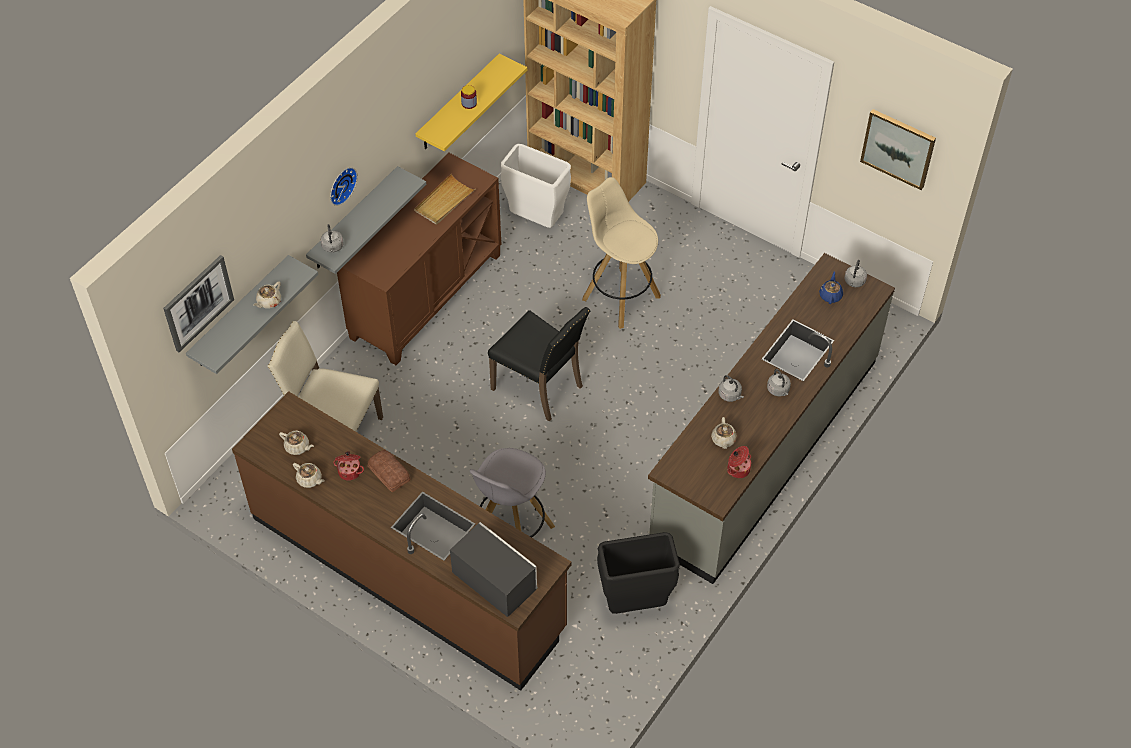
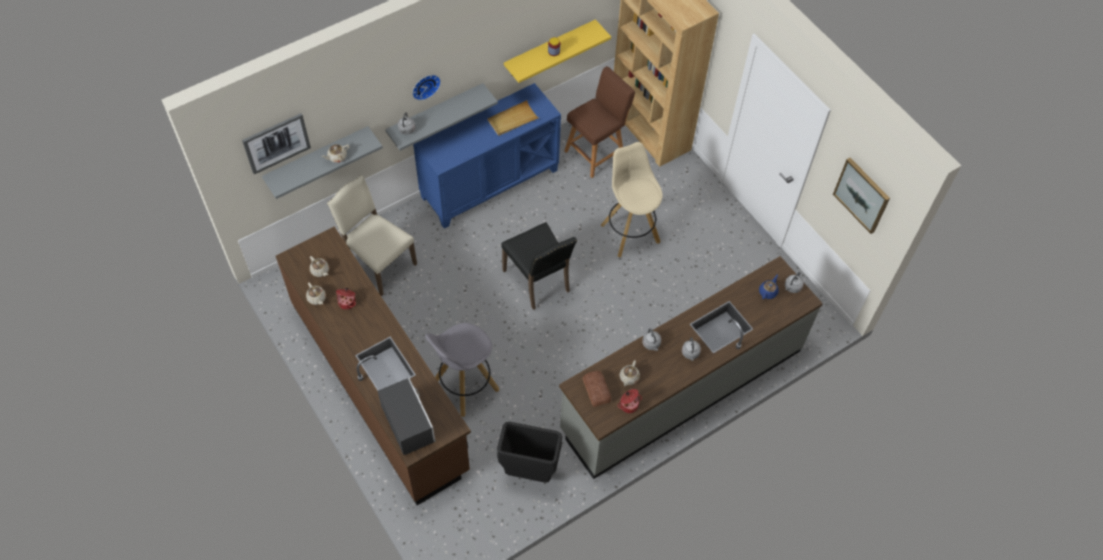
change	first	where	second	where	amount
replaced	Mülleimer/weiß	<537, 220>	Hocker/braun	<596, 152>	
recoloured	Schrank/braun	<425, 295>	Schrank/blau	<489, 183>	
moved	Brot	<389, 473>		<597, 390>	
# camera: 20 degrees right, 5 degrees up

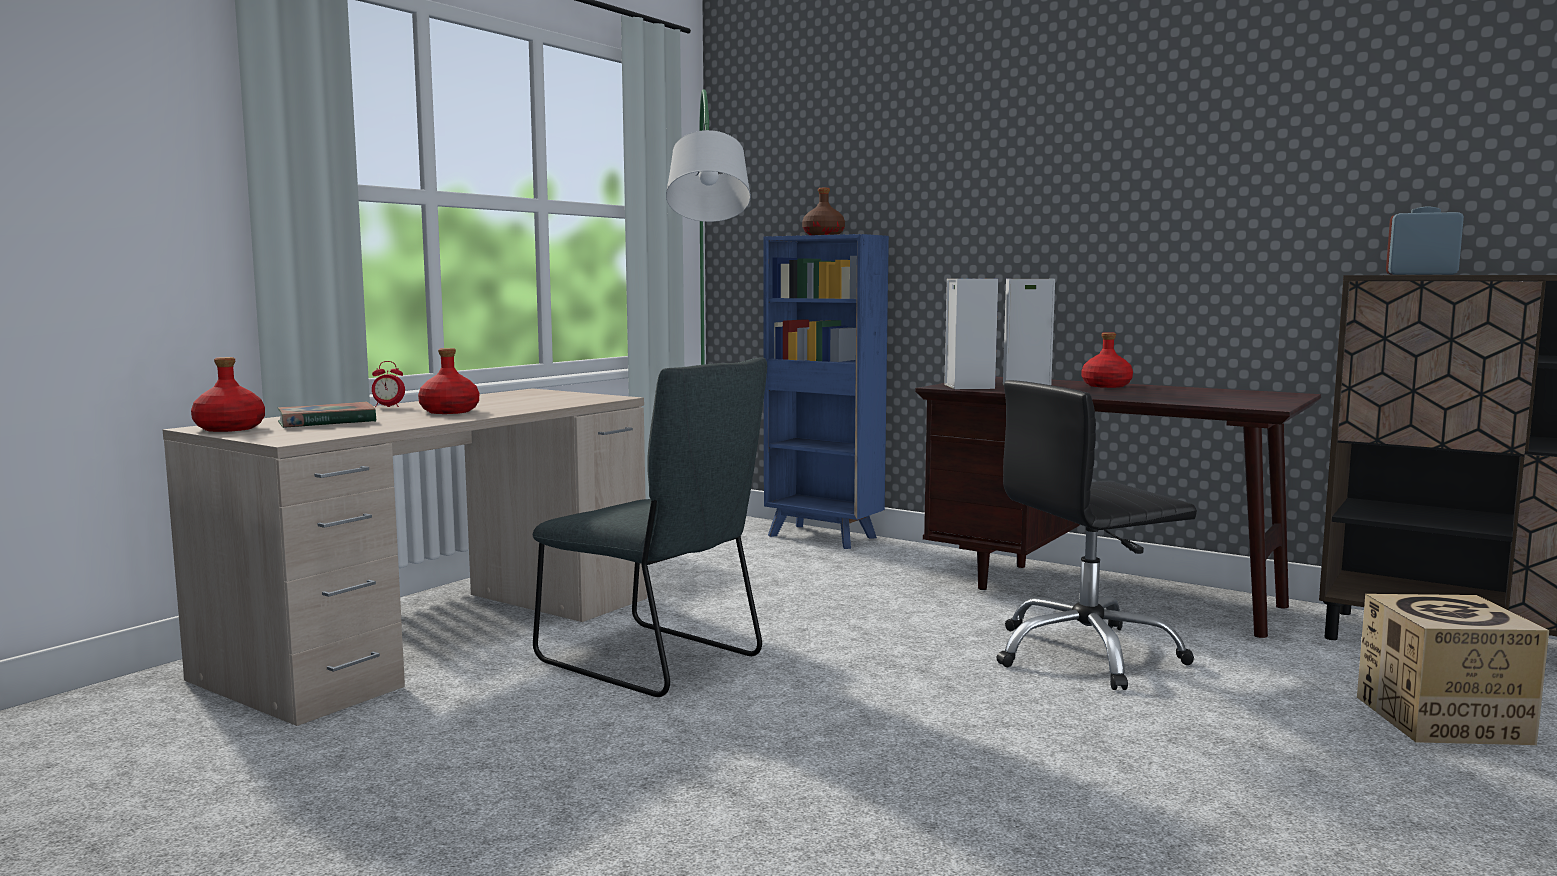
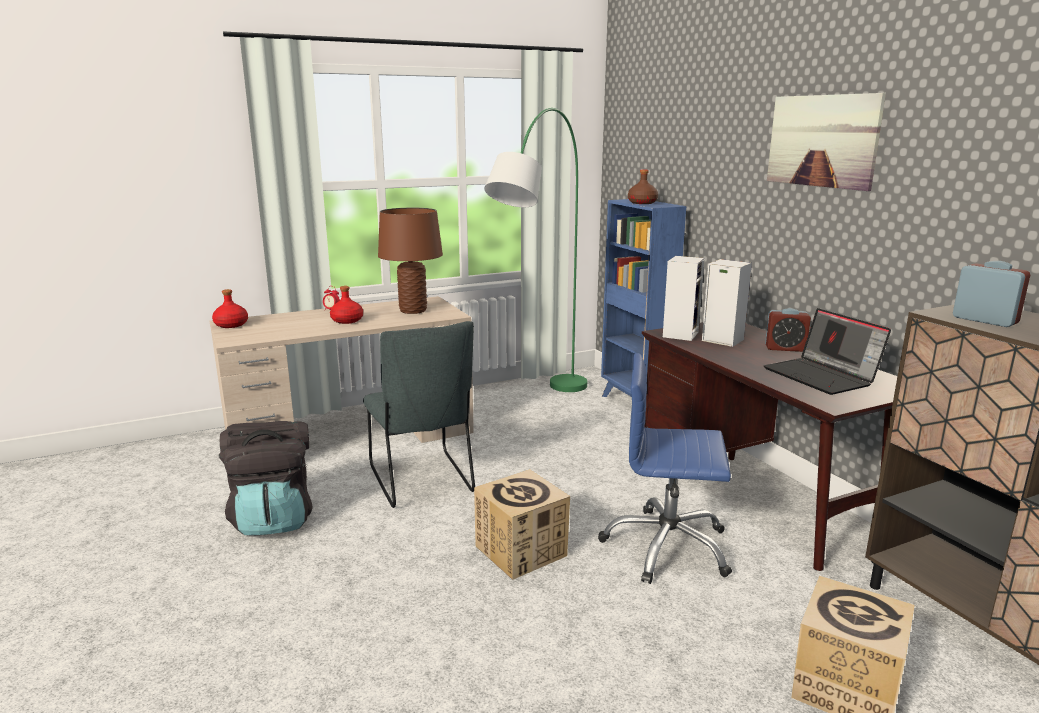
change	first	where	second	where	amount
replaced	Flasche/rot	<1106, 386>	Wecker	<785, 348>	
recoloured	Bürostuhl/schwarz	<1086, 654>	Bürostuhl/blau	<667, 547>	
removed	Buch	<327, 422>			
added			Bild	<822, 141>	
added			Tischlampe/braun	<413, 310>	
added			Laptop	<822, 376>	
added			Rucksack/schwarz	<274, 518>	
added			Karton	<521, 551>	
# camera: 30 degrees right, 10 degrees up

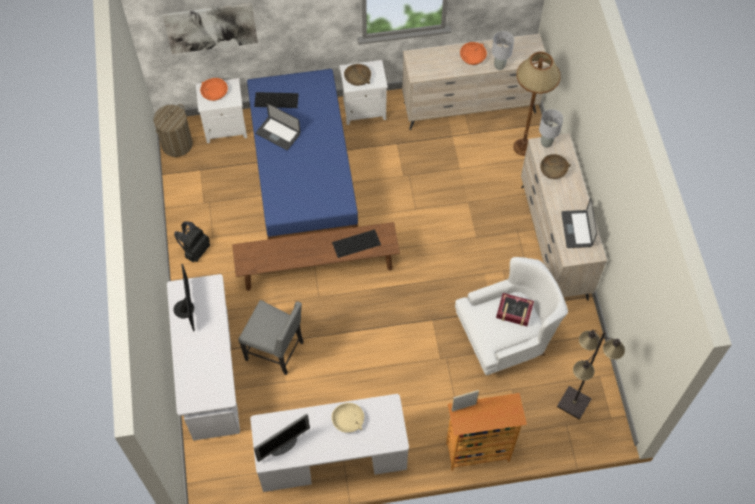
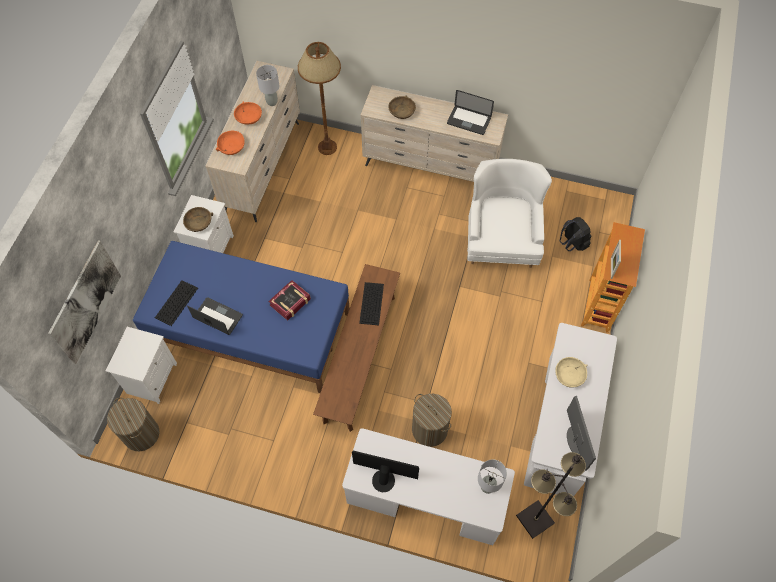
change	first	where	second	where	amount
moved	Schüssel/orange	<214, 92>		<231, 146>	
turned	Laptop	<278, 134>		<218, 317>	120 degrees counterclockwise
moved	Tischlampe/grau	<546, 143>		<487, 487>	
moved	Rucksack/schwarz	<195, 250>		<572, 244>	
moved	Buch	<514, 311>		<290, 302>	
replaced	Stuhl/grau	<276, 350>	Wäschekorb	<430, 429>	
moved	Stehlampe/schwarz	<574, 403>		<535, 519>	
# camera: 65 degrees left, 0 degrees up

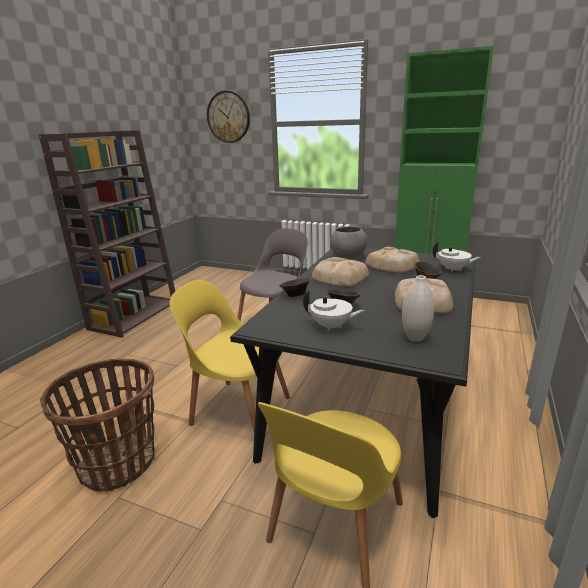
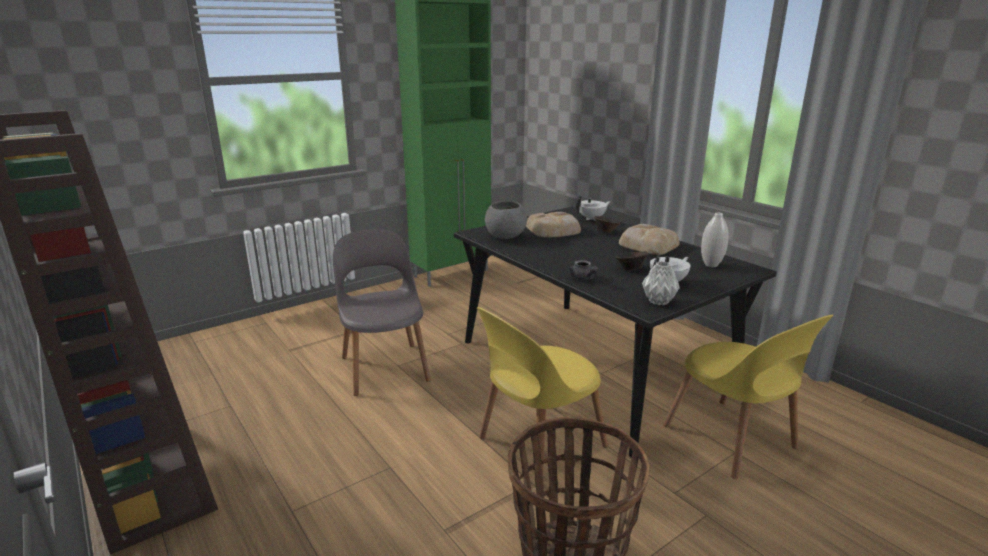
change	first	where	second	where	amount
removed	Wanduhr	<228, 117>			
removed	Brot	<339, 277>			
replaced	Schüssel/braun	<295, 296>	Teekanne/grau	<583, 278>	
added			Vase/grau	<658, 301>	
# camera: 60 degrees left, 0 degrees up

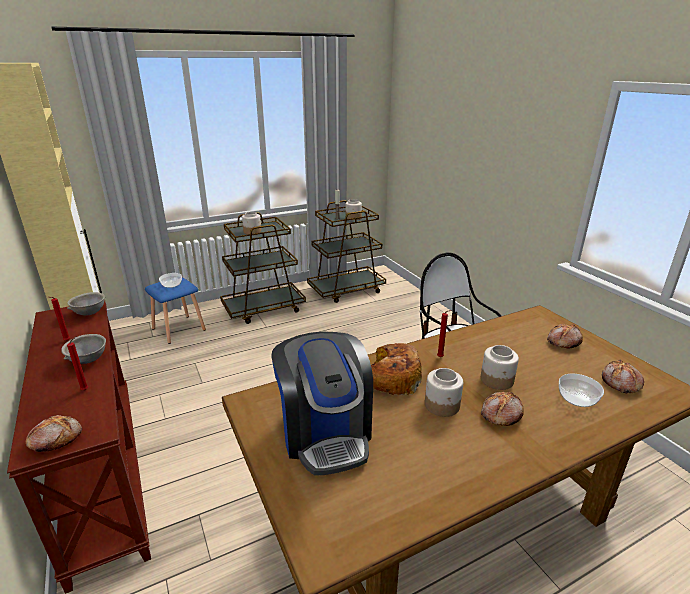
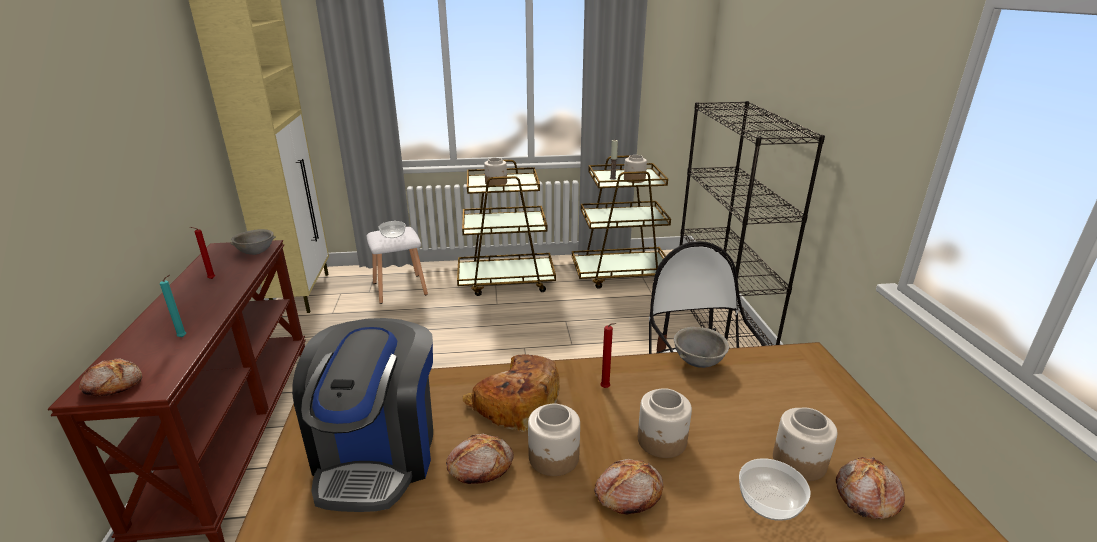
change	first	where	second	where	amount
recoloured	Hocker/blau	<179, 329>	Hocker/weiß	<400, 289>	
moved	Brot	<563, 341>		<479, 466>	
moved	Schüssel/grau	<89, 360>		<698, 363>	
recoloured	Kerze/rot	<86, 390>	Kerze/türkis	<184, 337>	
added			Bücherregal/schwarz	<720, 324>	
added			Vorratsglas	<798, 461>	
# camera: 20 degrees right, 0 degrees up

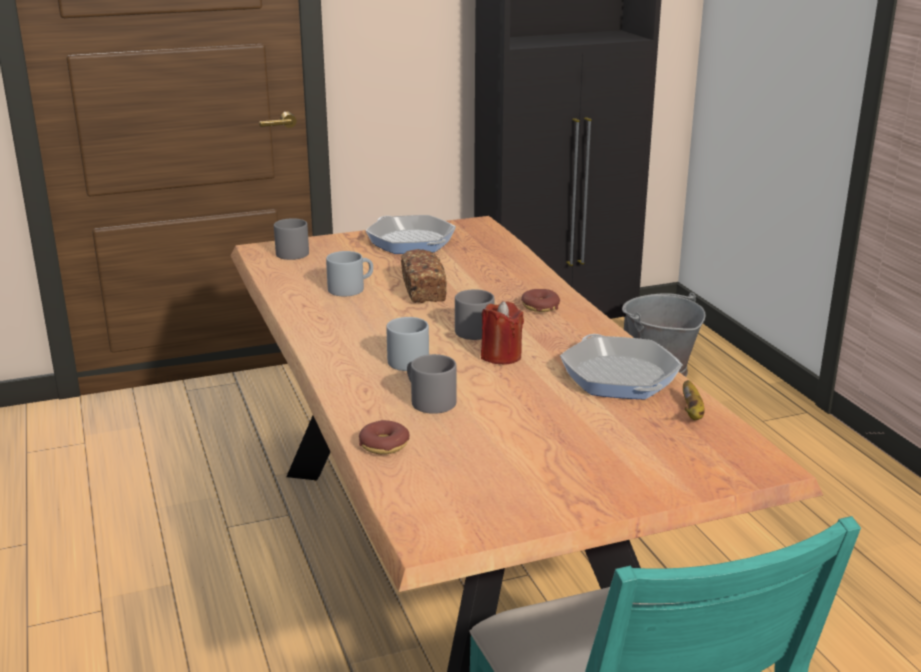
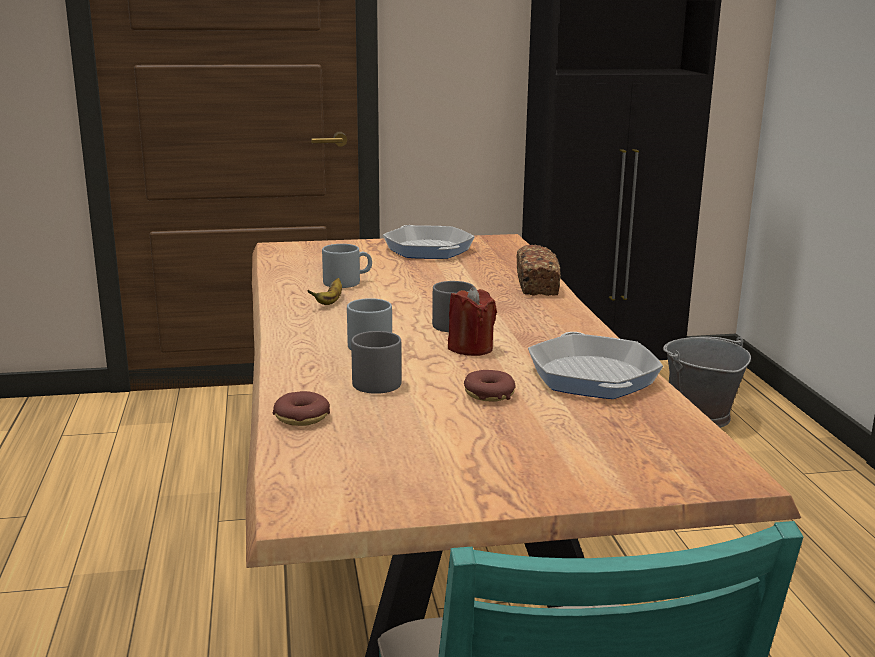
change	first	where	second	where	amount
removed	Henkelbecher/grau	<289, 252>			
moved	Brot	<424, 291>		<537, 286>	
moved	Donut	<540, 307>		<489, 394>	
moved	Banane	<692, 412>		<330, 302>	
# camera: 10 degrees right, 5 degrees down

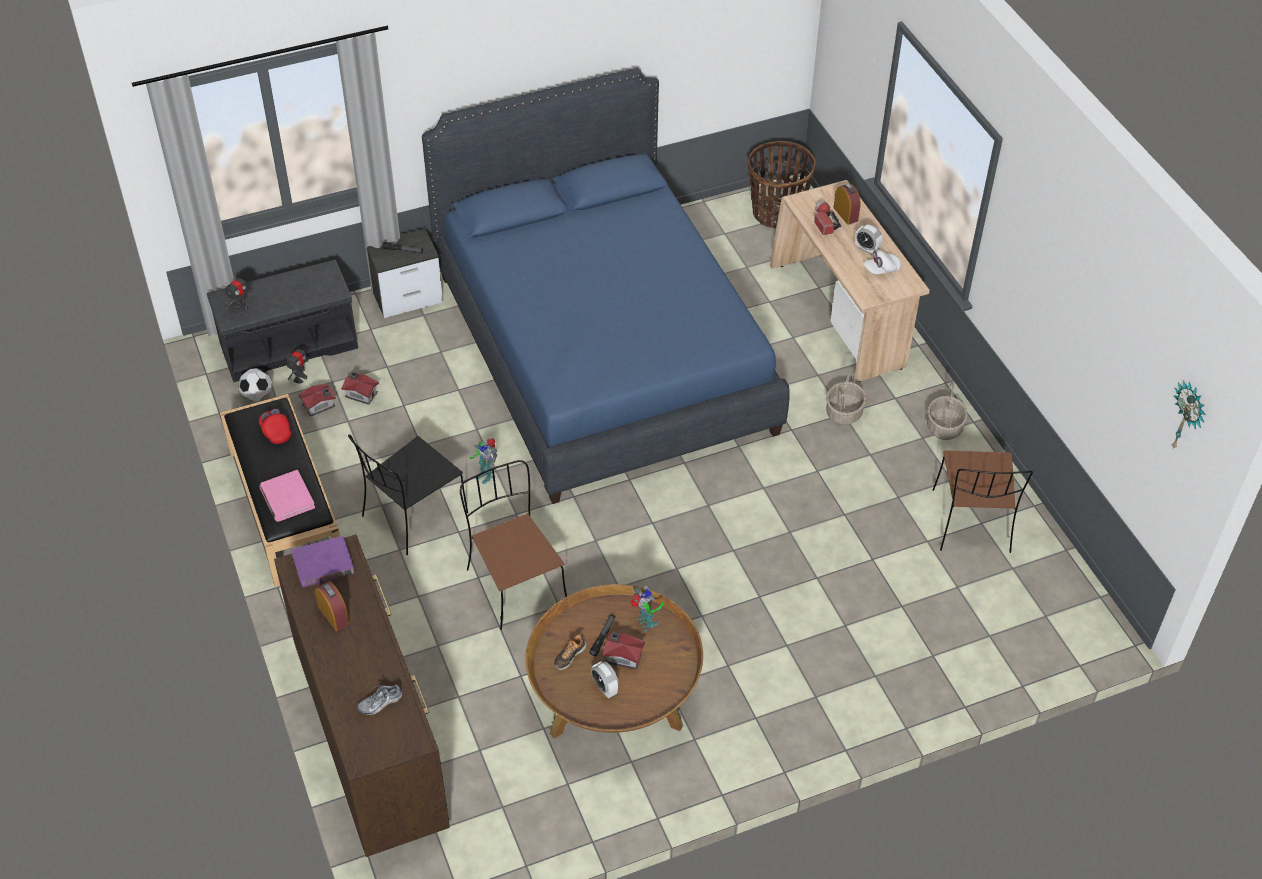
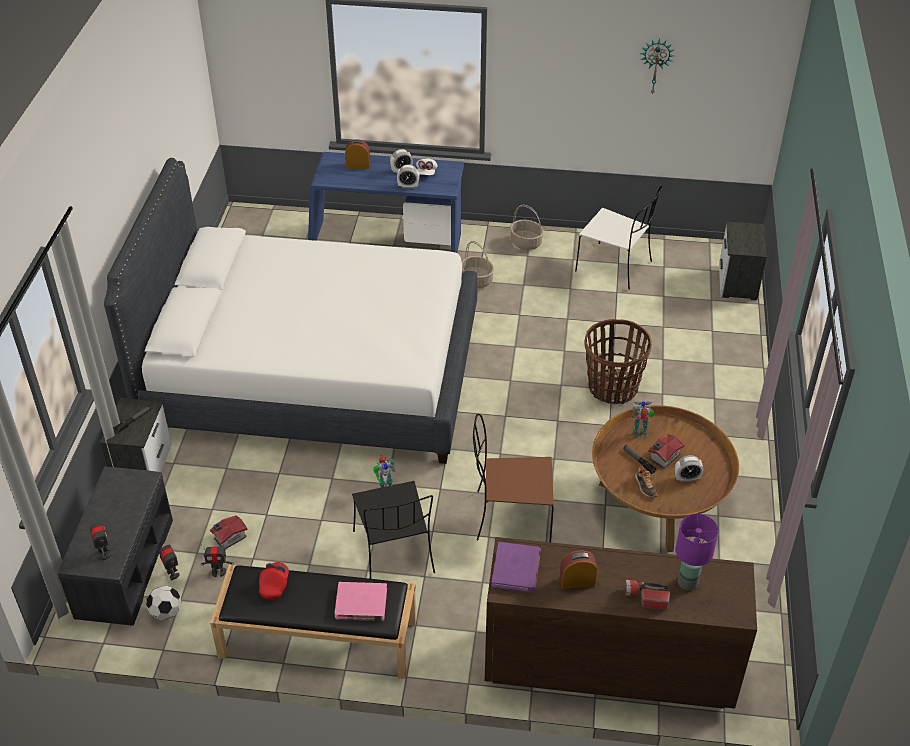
change	first	where	second	where	amount
recoloured	Bett/blau	<603, 352>	Bett/weiß	<313, 373>	
moved	Korb	<776, 213>		<612, 388>	
recoloured	Schreibtisch/beige	<840, 316>	Schreibtisch/blau	<386, 244>	
moved	Taschenlampe	<824, 222>		<646, 598>	
moved	Wanduhr	<1187, 417>		<655, 65>	
replaced	Spielzeughaus	<320, 406>	Spielzeugroboter	<218, 572>	
turned	Kappe/rot	<275, 431>		<274, 585>	105 degrees clockwise
recoloured	Stuhl/braun	<971, 523>	Stuhl/weiß	<615, 267>	
replaced	Schuh	<380, 703>	Tischlampe/lila	<688, 582>	
added			Wecker	<408, 186>	
added			Nachttisch	<737, 282>	
# camera: 60 degrees left, 5 degrees down

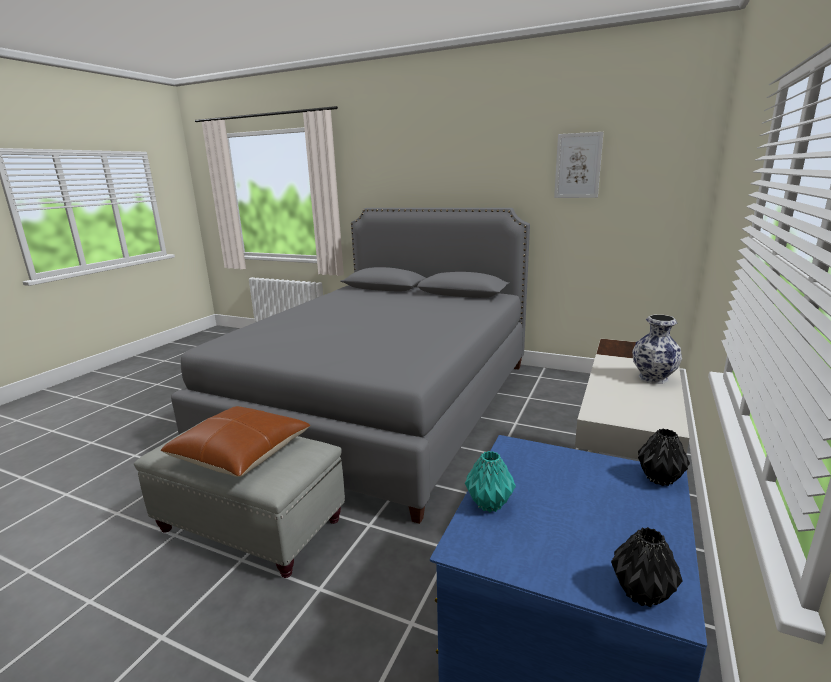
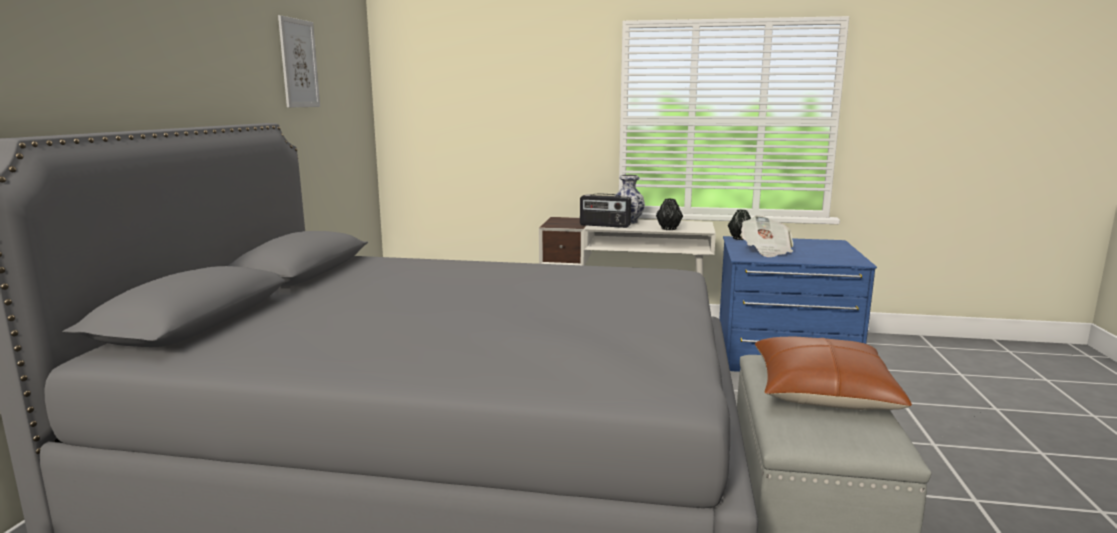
change	first	where	second	where	amount
removed	Vase/türkis	<490, 504>			
moved	Vase/schwarz	<640, 593>		<668, 229>	
added			Radio	<604, 225>	
added			Zeitung	<766, 251>	
# camera: 105 degrees left, 5 degrees down

